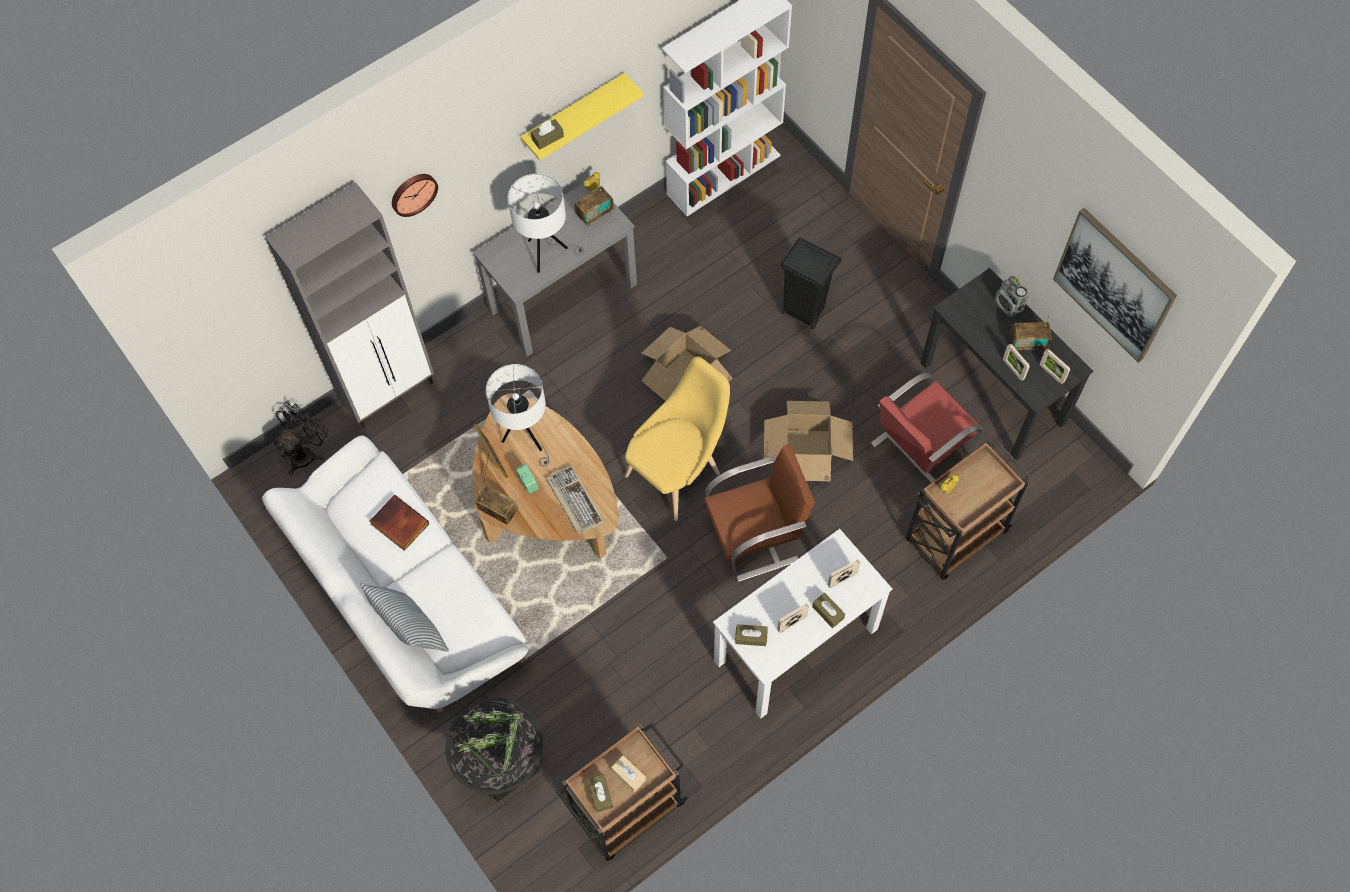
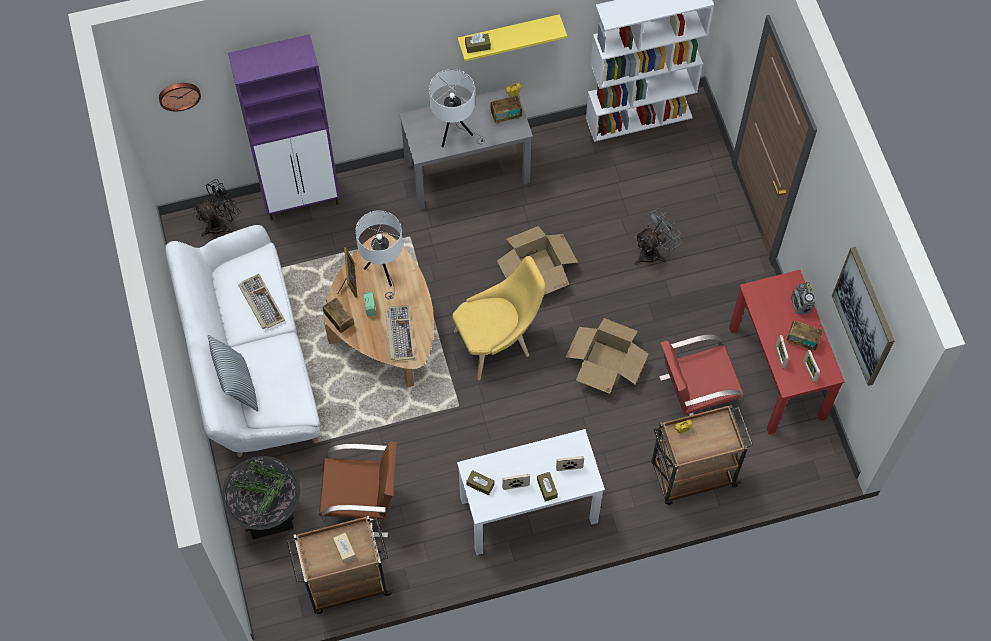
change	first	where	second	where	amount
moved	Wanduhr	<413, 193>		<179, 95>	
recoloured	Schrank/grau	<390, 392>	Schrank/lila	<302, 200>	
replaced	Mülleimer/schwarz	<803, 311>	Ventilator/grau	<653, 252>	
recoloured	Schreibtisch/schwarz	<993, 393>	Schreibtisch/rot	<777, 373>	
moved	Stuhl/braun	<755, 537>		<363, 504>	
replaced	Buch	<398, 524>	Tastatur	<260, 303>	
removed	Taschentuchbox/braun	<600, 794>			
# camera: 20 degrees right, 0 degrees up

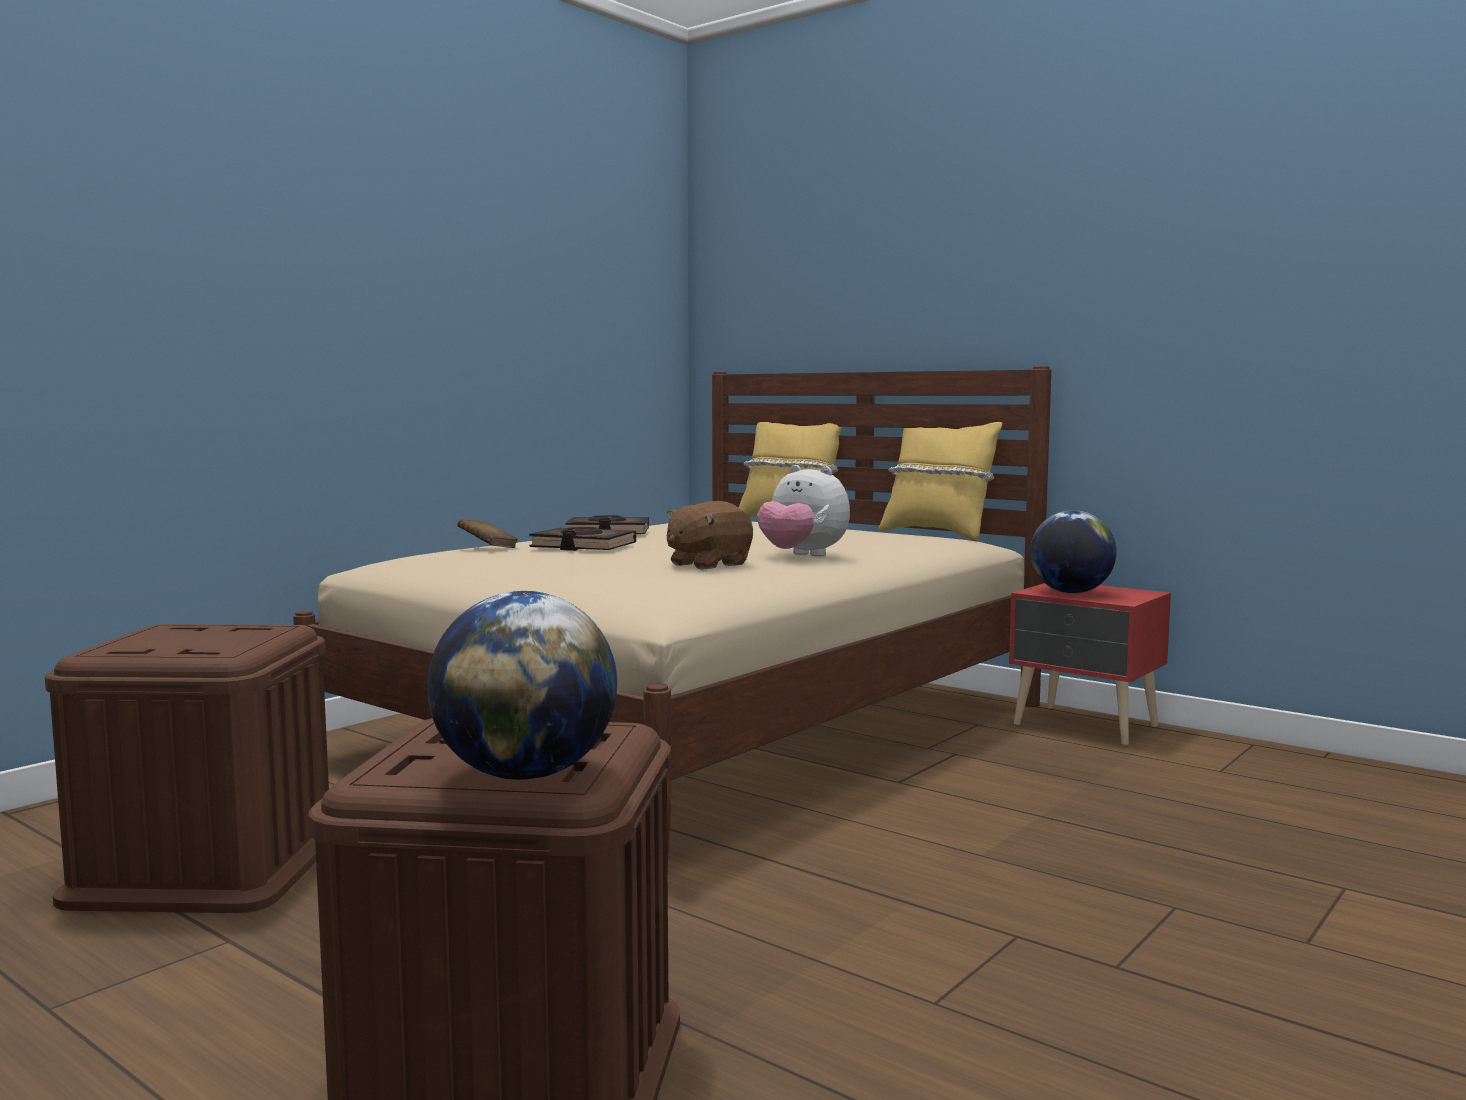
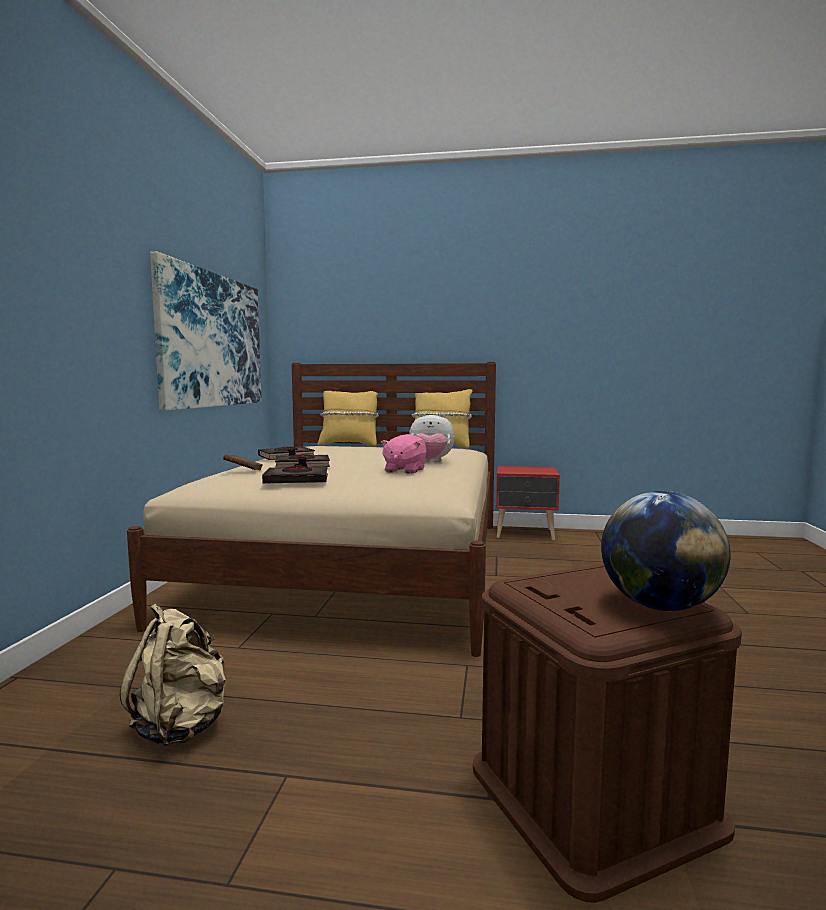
change	first	where	second	where	amount
recoloured	Plüschtier/braun	<707, 564>	Plüschtier/rosa	<404, 470>	
removed	Globus	<1071, 592>			
replaced	Aufbewahrungsbox/braun	<207, 866>	Rucksack/beige	<182, 726>	
added			Bild	<212, 340>	
added			Buch/schwarz	<296, 480>	
# camera: 30 degrees left, 0 degrees up

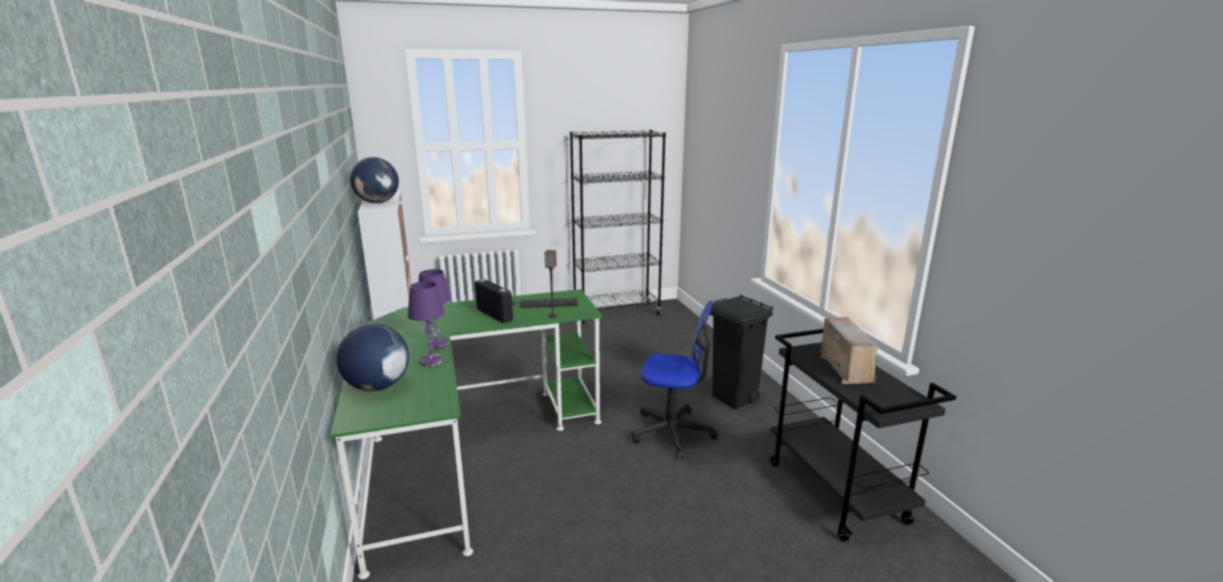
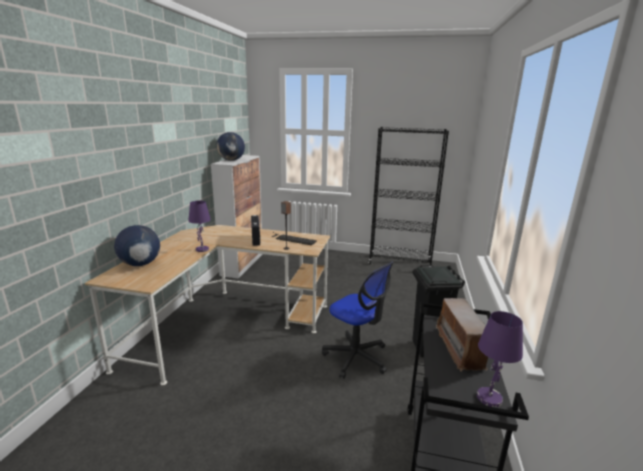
change	first	where	second	where	amount
moved	Tischlampe/lila	<431, 361>		<489, 397>	
recoloured	Schreibtisch/grün	<467, 450>	Schreibtisch/beige	<225, 322>	
turned	Radio	<844, 367>		<460, 348>	150 degrees clockwise
# camera: 30 degrees right, 0 degrees up

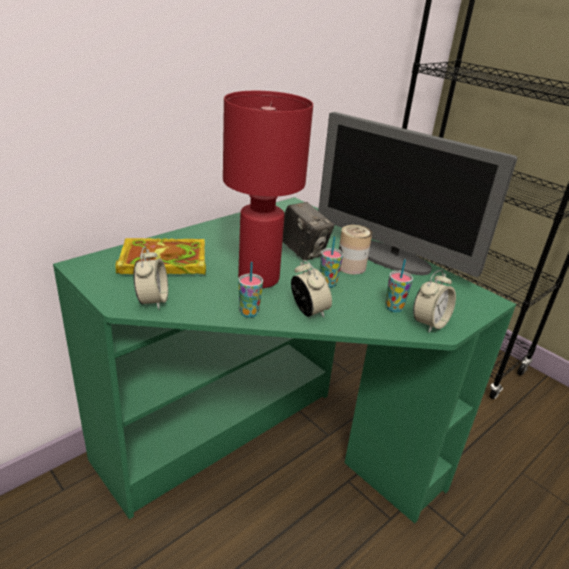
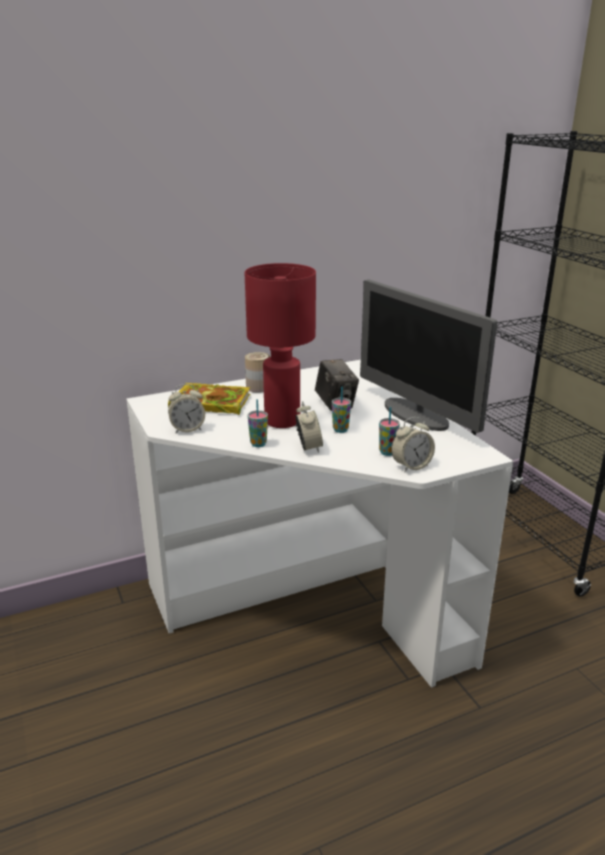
change	first	where	second	where	amount
recoloured	Schreibtisch/grün	<268, 453>	Schreibtisch/weiß	<310, 605>	
moved	Dose	<351, 267>		<258, 387>	
turned	Wecker	<152, 301>		<187, 429>	60 degrees clockwise
# camera: 20 degrees right, 5 degrees down

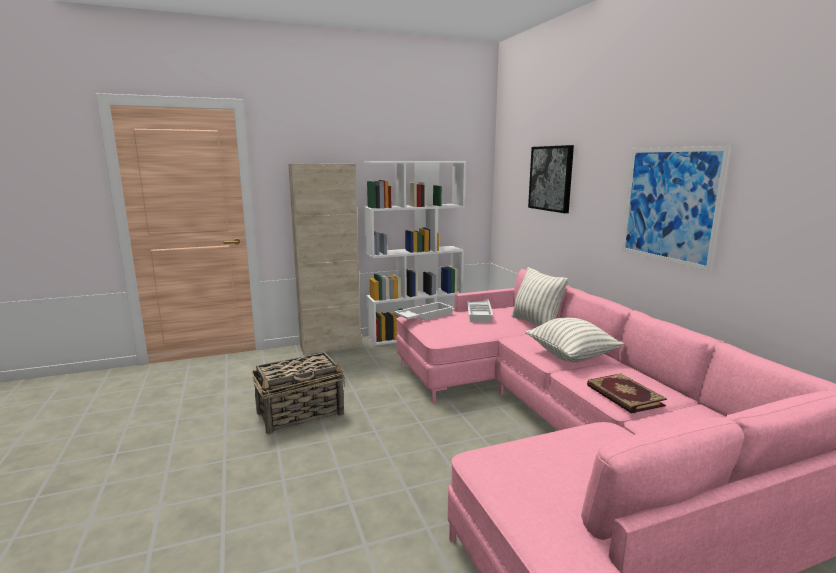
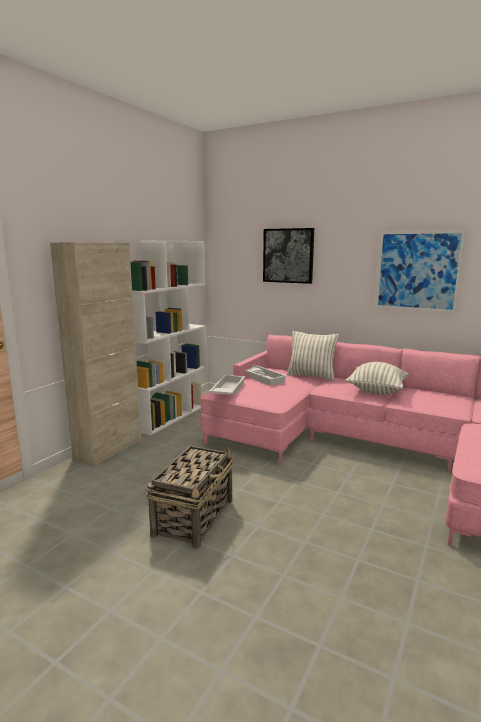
change	first	where	second	where	amount
removed	Buch	<623, 396>			
# camera: 40 degrees left, 0 degrees up

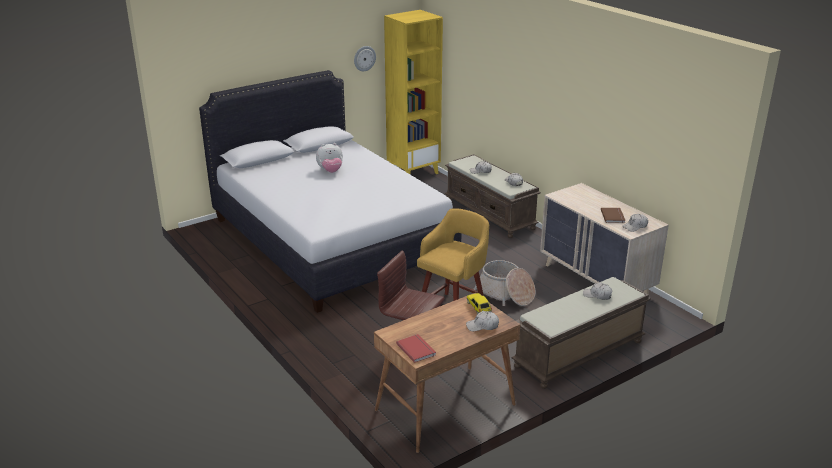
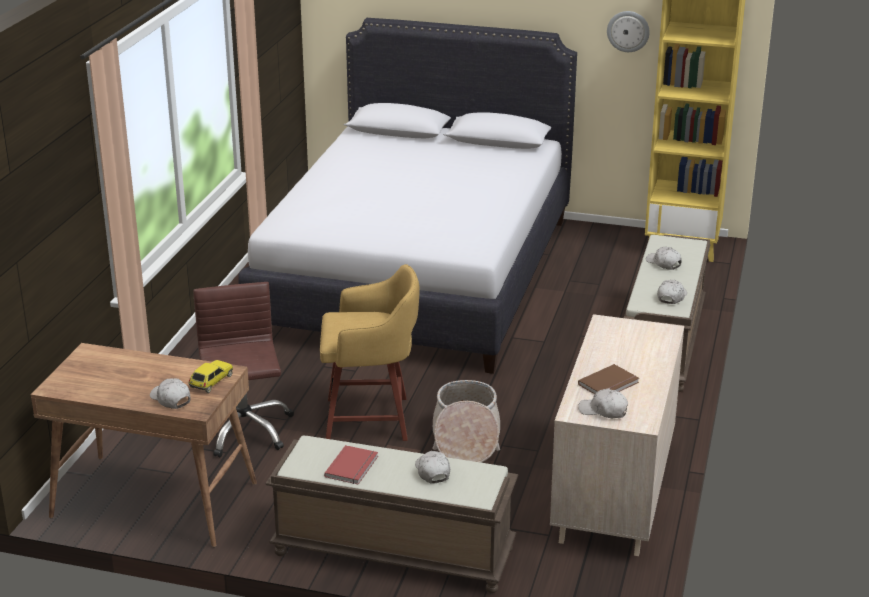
change	first	where	second	where	amount
removed	Plüschtier	<330, 171>			
moved	Buch/rot	<417, 349>		<353, 467>	
# camera: 50 degrees right, 0 degrees up

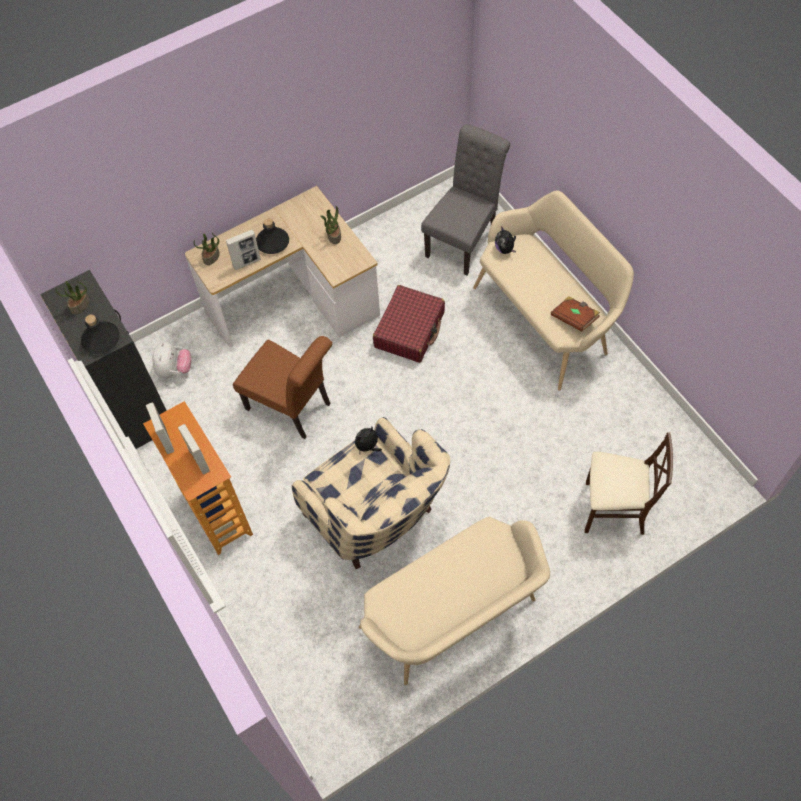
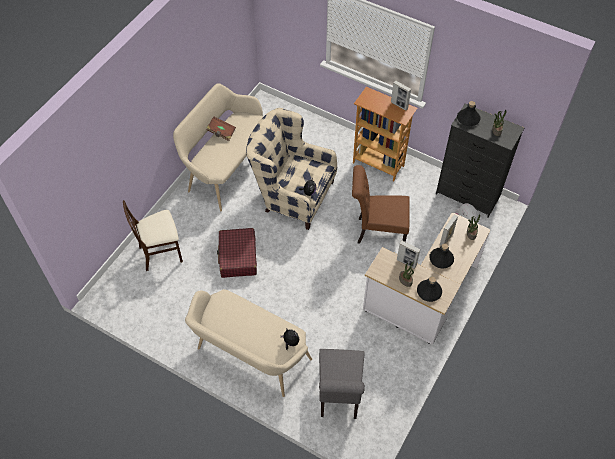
change	first	where	second	where	amount
moved	Koffer/rot	<409, 330>		<238, 257>	
moved	Buch/braun	<574, 318>		<221, 132>	
moved	Bilderrahmen	<199, 460>		<406, 262>	
added			Flasche/schwarz	<429, 292>	
# camera: 150 degrees right, 5 degrees down

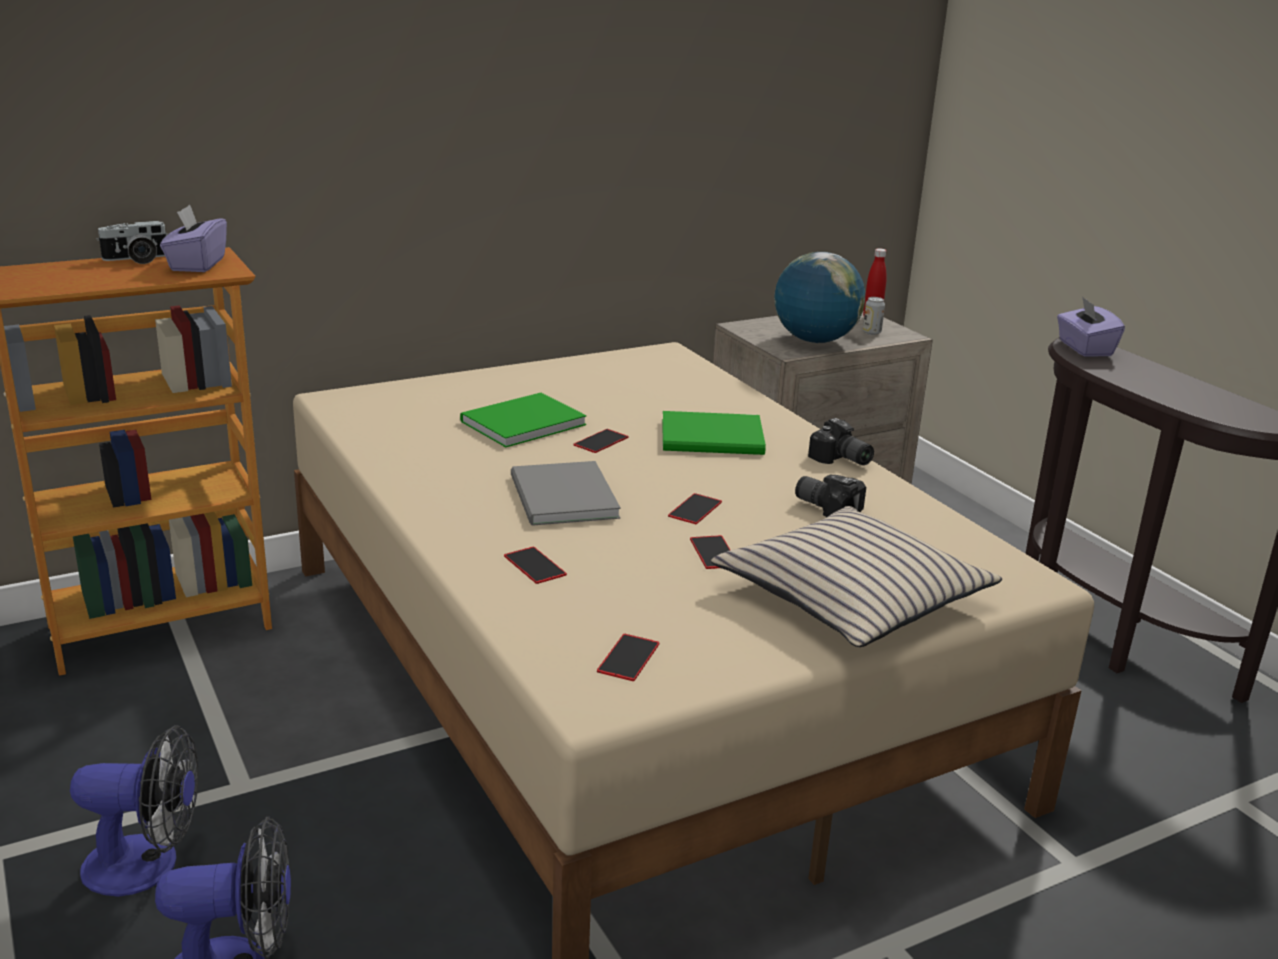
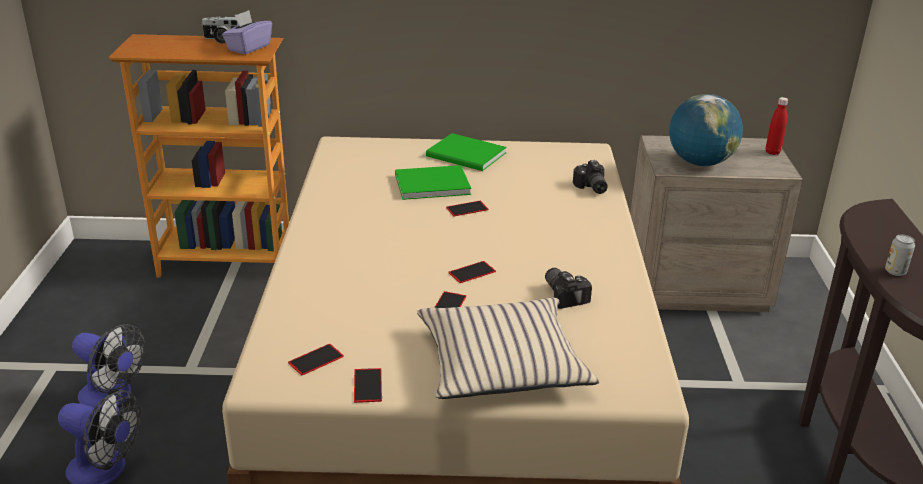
change	first	where	second	where	amount
removed	Taschentuchbox/lila	<1084, 348>			
moved	Dose	<871, 332>		<895, 271>	
moved	Buch/grün	<715, 438>		<467, 156>	
moved	Kamera	<840, 460>		<590, 188>	
removed	Buch/grau	<561, 499>			
moved	Handy	<535, 565>		<368, 385>	
# camera: 30 degrees right, 5 degrees up

